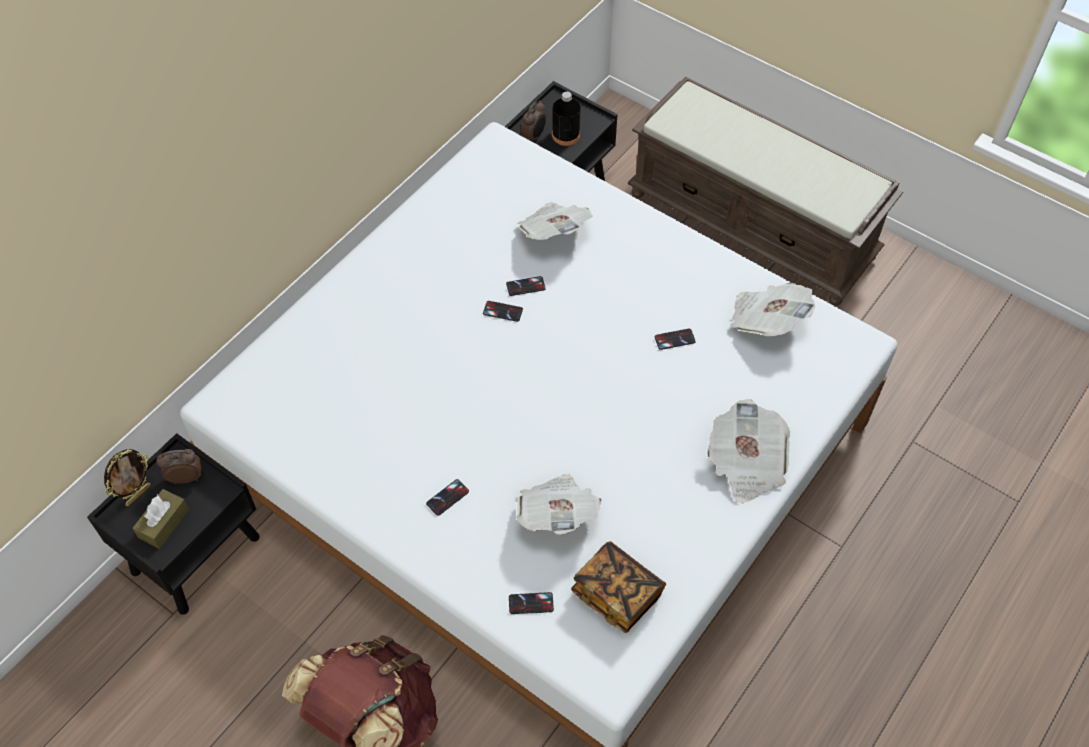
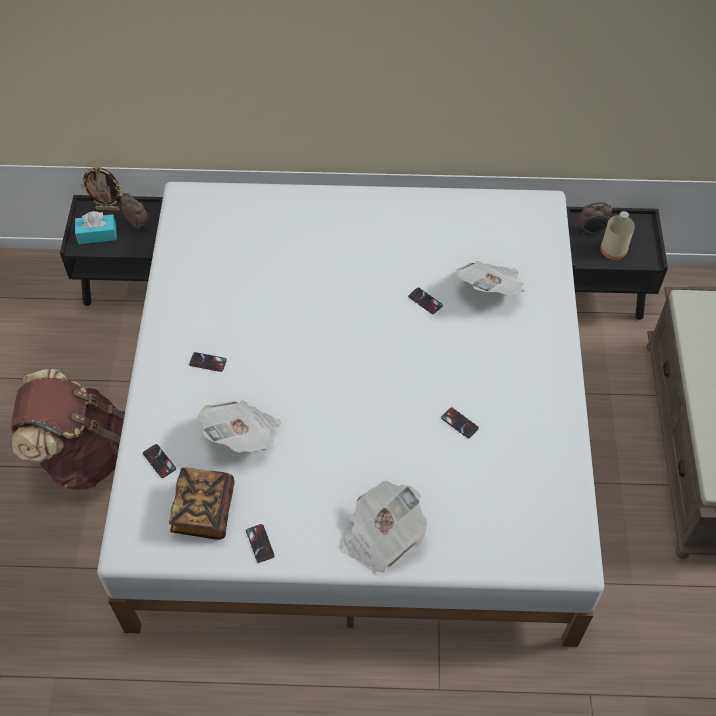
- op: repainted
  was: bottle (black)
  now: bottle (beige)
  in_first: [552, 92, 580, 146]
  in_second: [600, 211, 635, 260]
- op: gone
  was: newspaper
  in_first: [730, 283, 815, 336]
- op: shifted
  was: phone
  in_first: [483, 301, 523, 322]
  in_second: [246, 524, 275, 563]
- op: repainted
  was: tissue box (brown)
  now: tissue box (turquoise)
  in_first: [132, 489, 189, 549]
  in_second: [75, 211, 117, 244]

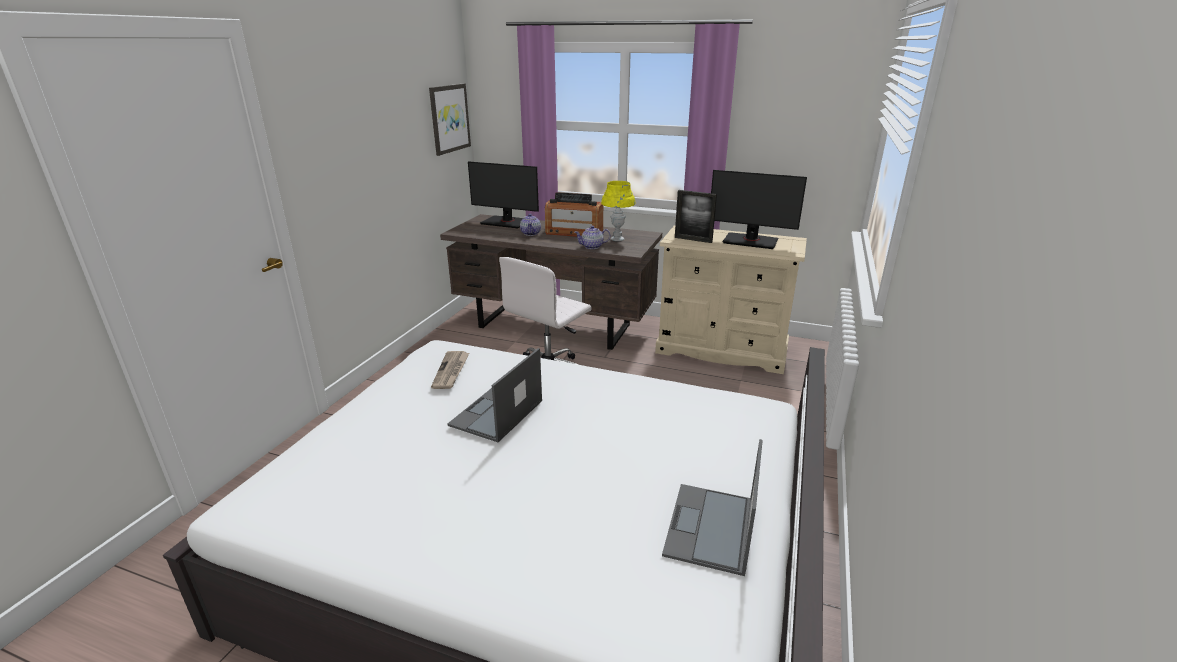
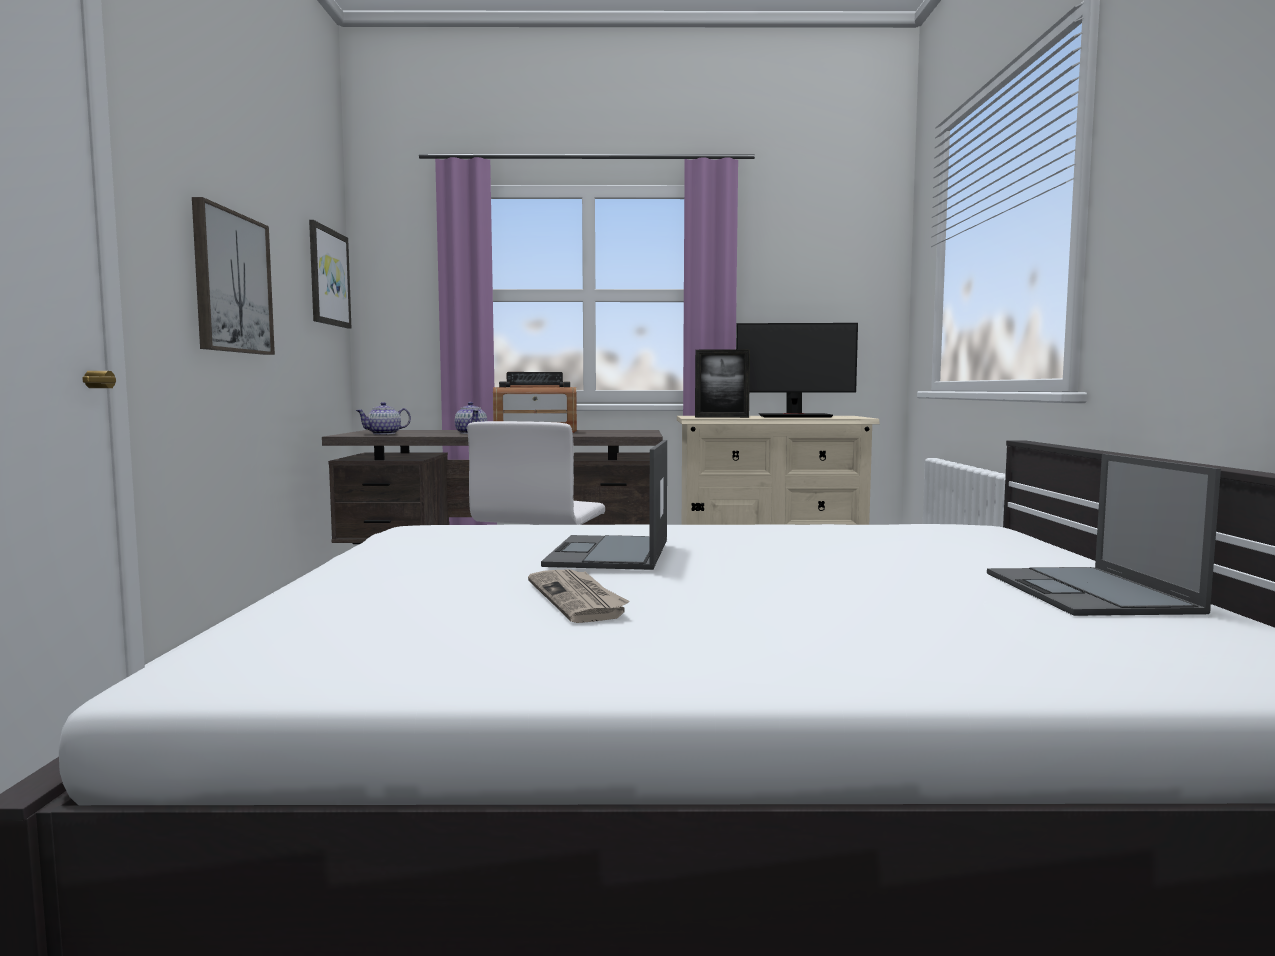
- op: gone
  was: monitor
  in_first: [468, 161, 539, 228]
- op: gone
  was: table lamp (yellow)
  in_first: [601, 181, 635, 241]
- op: shifted
  was: teapot
  in_first: [574, 226, 610, 249]
  in_second: [356, 402, 411, 435]
- op: shifted
  was: newspaper
  in_first: [431, 351, 469, 389]
  in_second: [528, 569, 630, 623]
- op: new
  now: picture
  in_second: [192, 197, 275, 355]

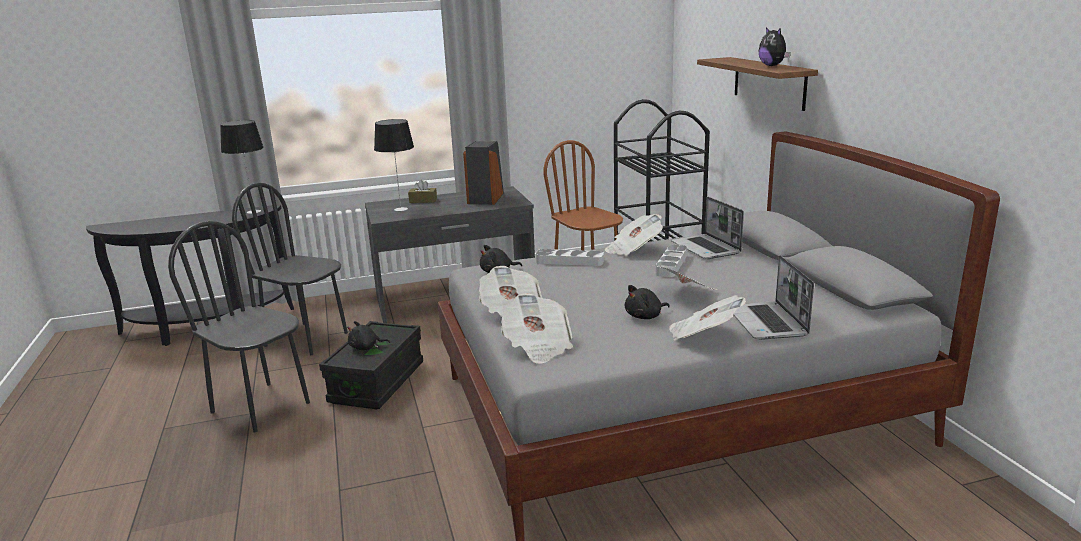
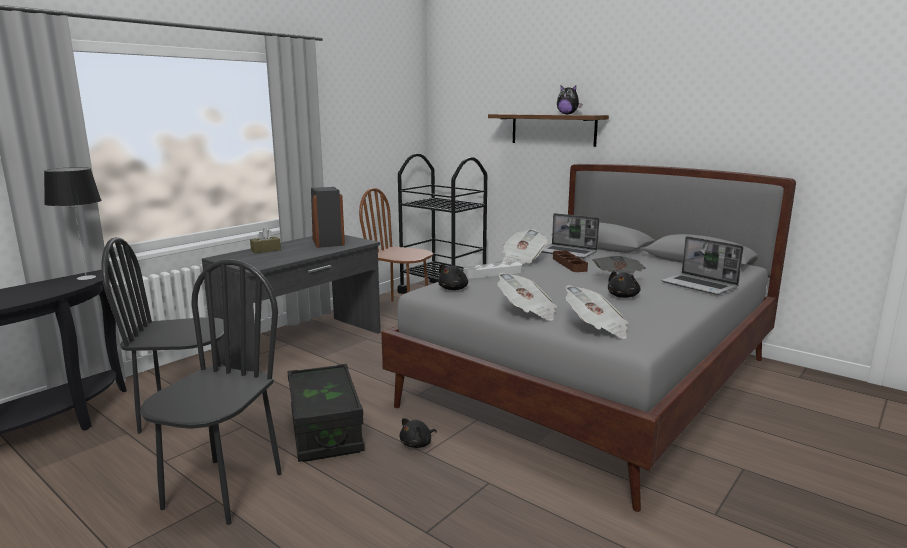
- op: gone
  was: table lamp
  in_first: [374, 119, 414, 211]
- op: rotated
  was: chair (black)
  in_first: [168, 221, 310, 433]
  in_second: [140, 259, 282, 525]
  clockwise: 105
- op: repainted
  was: tray (grey)
  now: tray (brown)
  in_first: [655, 244, 688, 277]
  in_second: [553, 250, 588, 272]
- op: gone
  was: newspaper
  in_first: [669, 295, 746, 341]
- op: shifted
  was: plush toy (black)
  in_first: [347, 321, 390, 350]
  in_second: [400, 418, 437, 448]

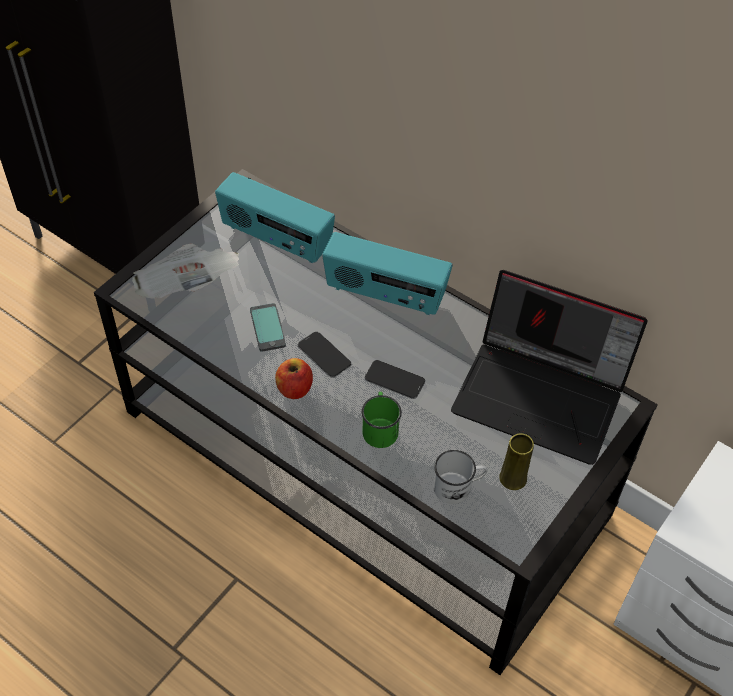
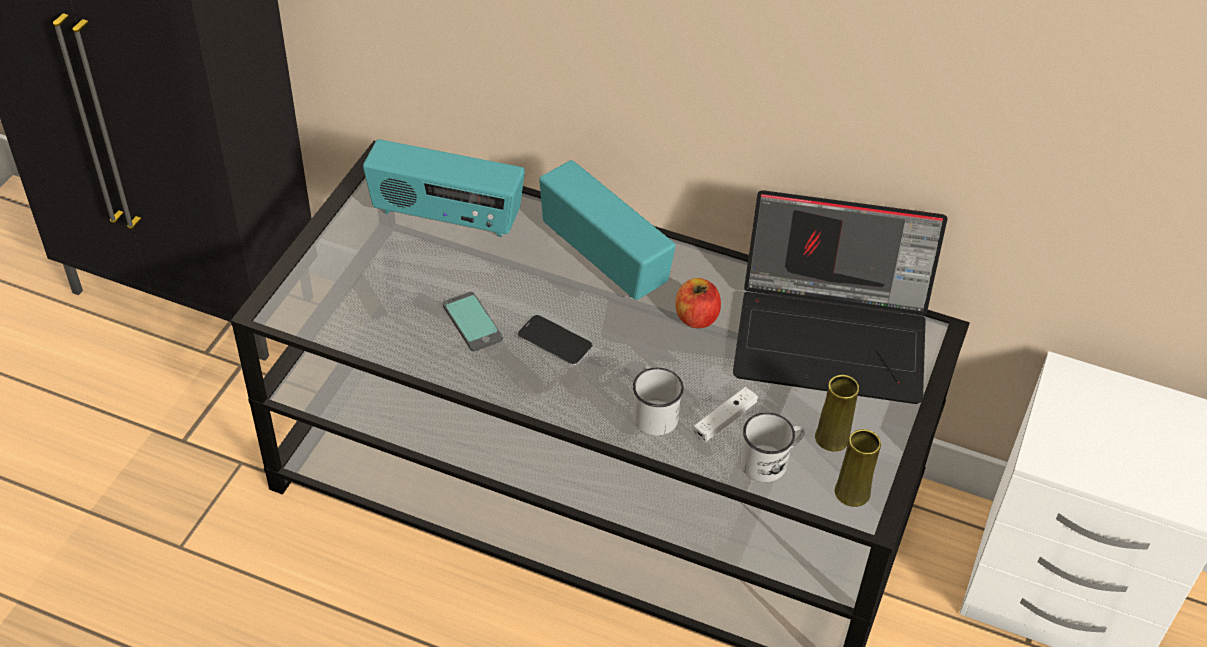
- op: rotated
  was: radio
  in_first: [322, 232, 453, 315]
  in_second: [539, 160, 676, 300]
  clockwise: -135
- op: gone
  was: newspaper
  in_first: [132, 243, 239, 299]
- op: shifted
  was: apple
  in_first: [275, 358, 313, 399]
  in_second: [675, 278, 721, 328]
- op: gone
  was: phone
  in_first: [365, 360, 425, 399]
- op: repainted
  was: mug (green)
  now: mug (white)
  in_first: [361, 392, 402, 448]
  in_second: [633, 366, 684, 436]
- op: new
  now: game controller (white)
  in_second: [694, 387, 758, 442]
- op: new
  now: vase (yellow)
  in_second: [835, 429, 881, 507]

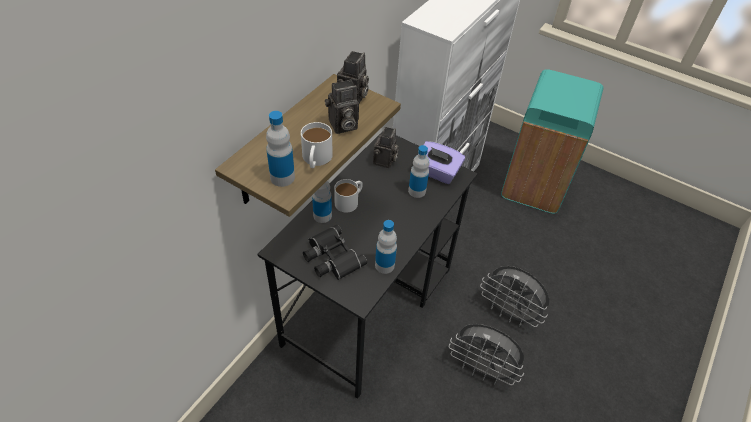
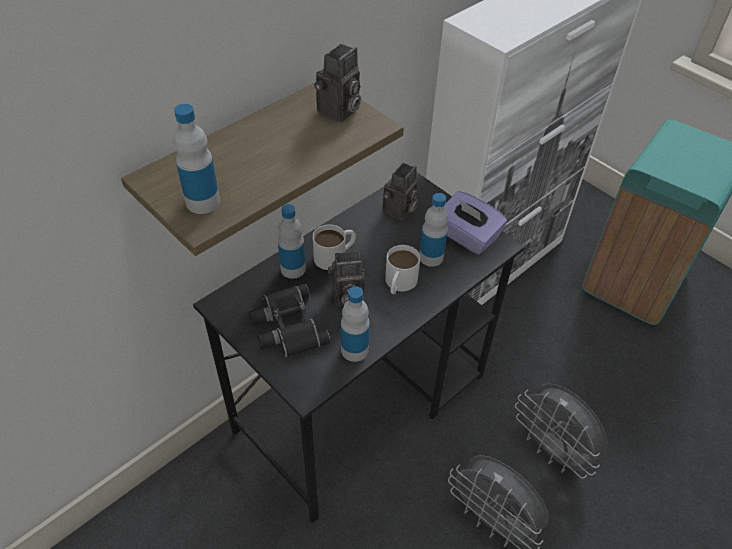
- op: shifted
  was: photo camera
  in_first: [325, 79, 359, 134]
  in_second: [328, 251, 365, 306]
- op: shifted
  was: mug (white)
  in_first: [301, 122, 333, 168]
  in_second: [385, 245, 420, 294]

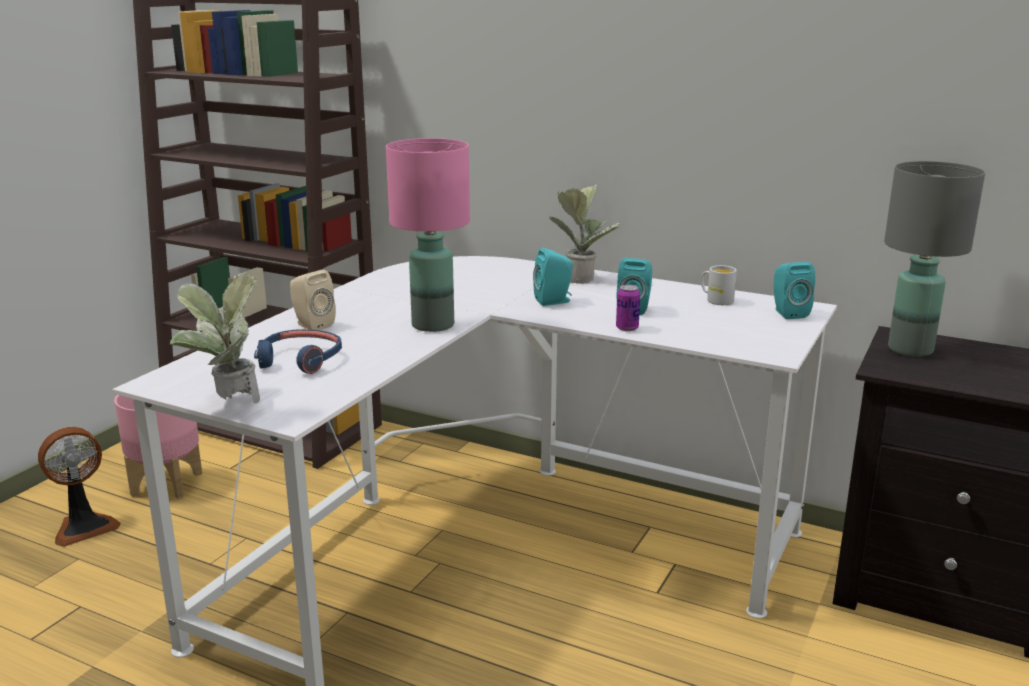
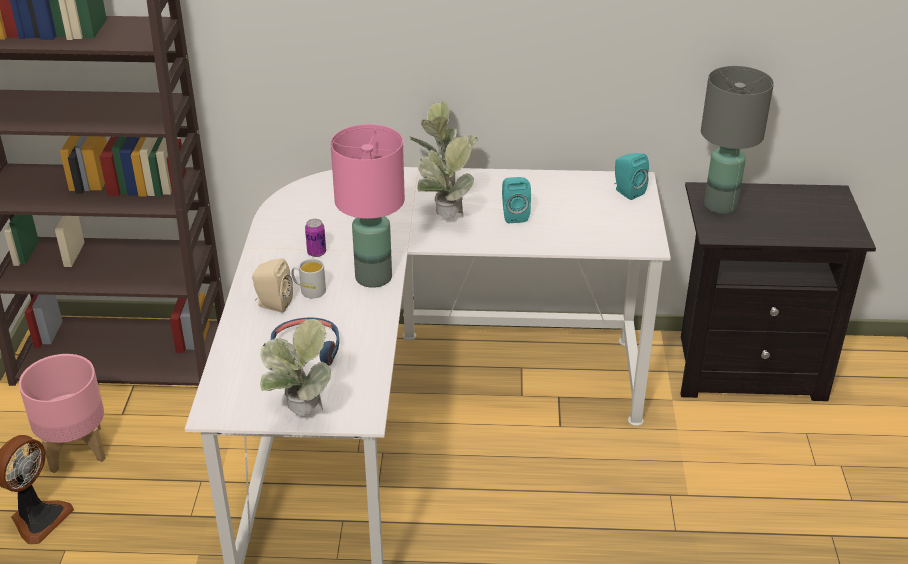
- op: swapped
  was: speaker (turquoise)
  now: potted plant
  in_first: [533, 247, 573, 306]
  in_second: [417, 137, 474, 219]
- op: shifted
  was: mug (white)
  in_first: [701, 265, 737, 305]
  in_second: [291, 259, 326, 298]
- op: shifted
  was: can
  in_first: [616, 284, 640, 331]
  in_second: [305, 219, 326, 257]

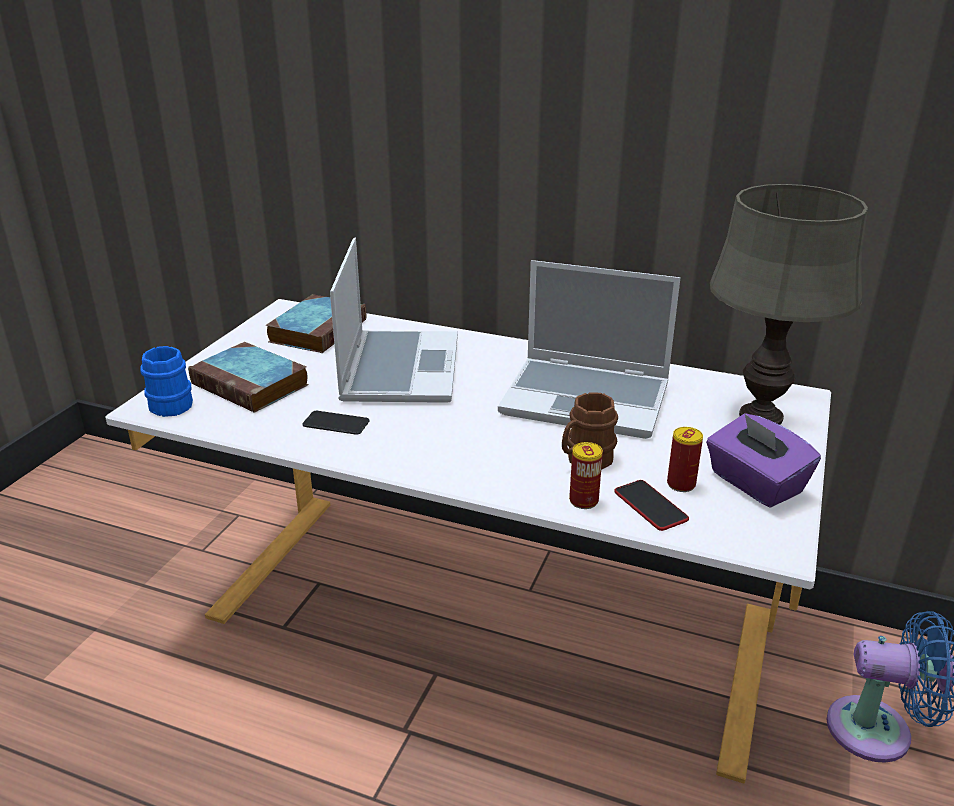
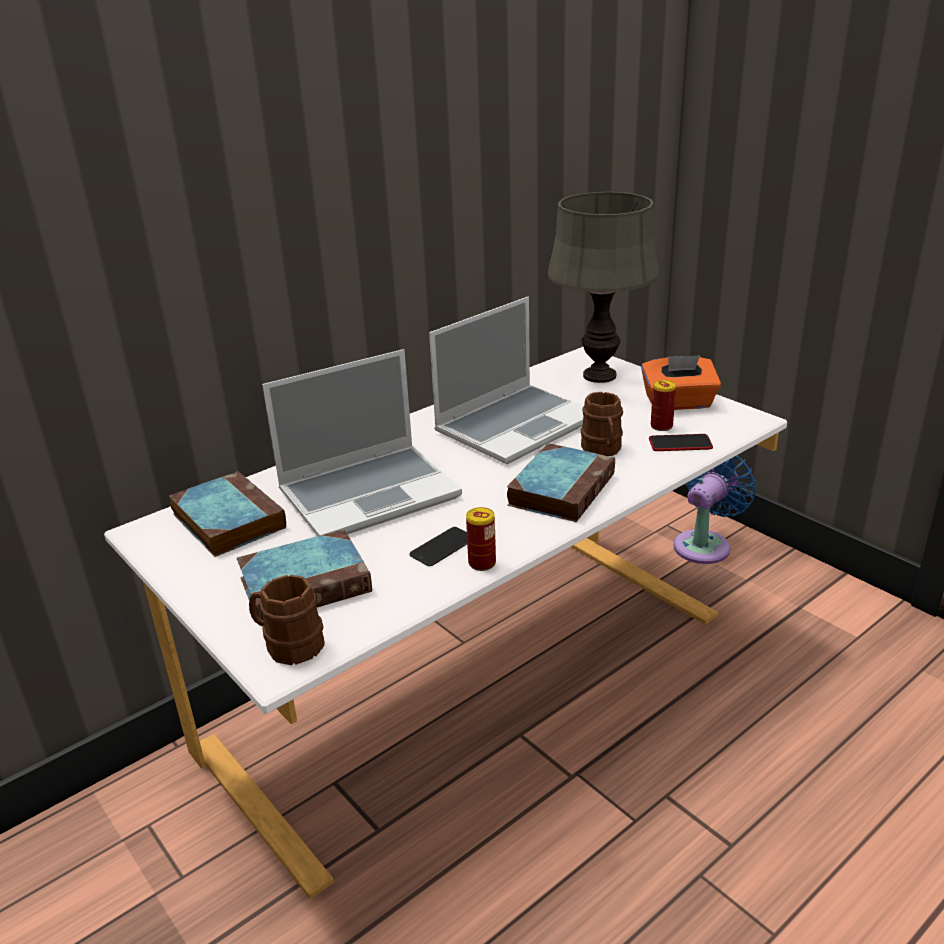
- op: rotated
  was: laptop
  in_first: [330, 238, 458, 403]
  in_second: [262, 349, 462, 536]
  clockwise: 120
- op: repainted
  was: mug (blue)
  now: mug (brown)
  in_first: [140, 346, 193, 417]
  in_second: [249, 575, 325, 665]
- op: repainted
  was: tissue box (purple)
  now: tissue box (orange)
  in_first: [706, 413, 821, 508]
  in_second: [641, 355, 721, 410]
- op: shifted
  was: can
  in_first: [569, 442, 603, 509]
  in_second: [466, 507, 496, 571]
- op: new
  now: book
  in_second: [507, 443, 615, 522]

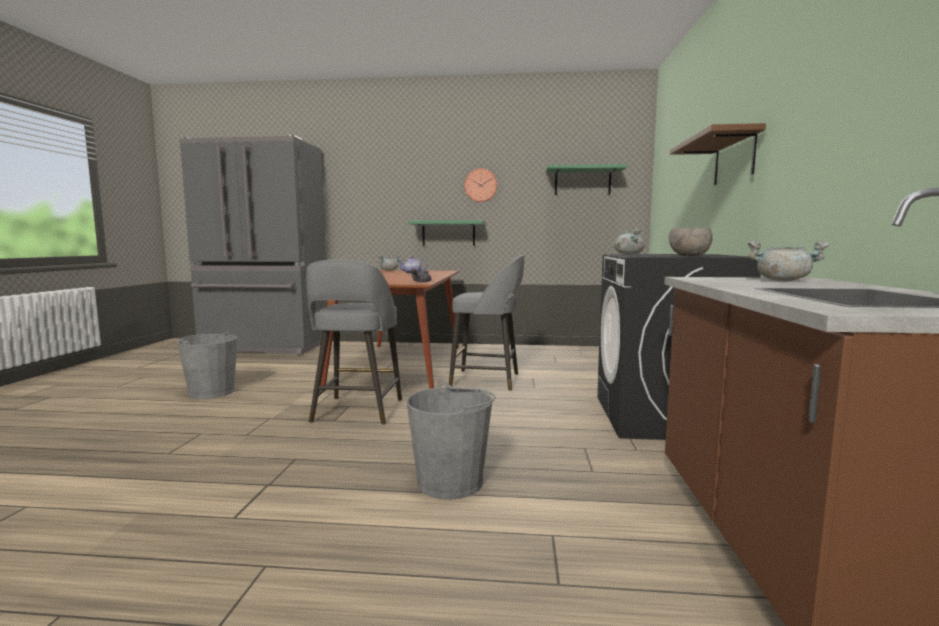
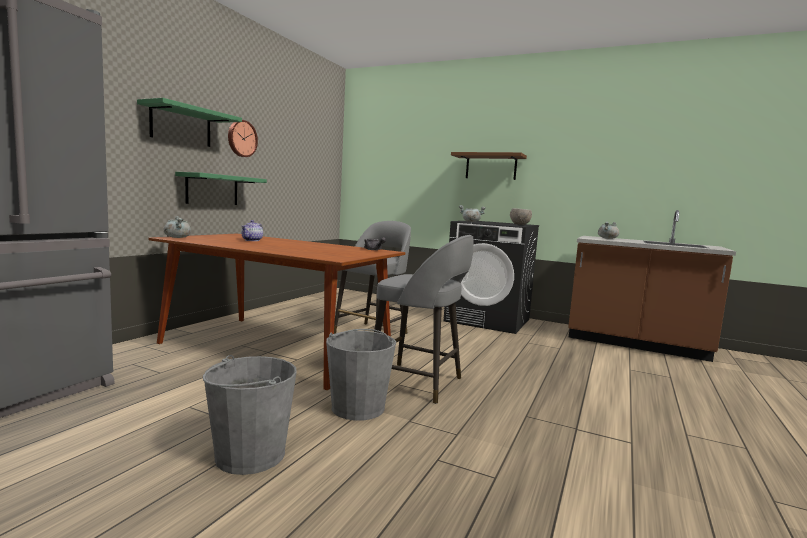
- op: shifted
  was: shelf (green)
  in_first: [546, 164, 627, 195]
  in_second: [137, 98, 242, 147]
- op: shifted
  was: bucket (grey)
  in_first: [406, 383, 496, 500]
  in_second: [326, 329, 396, 421]

